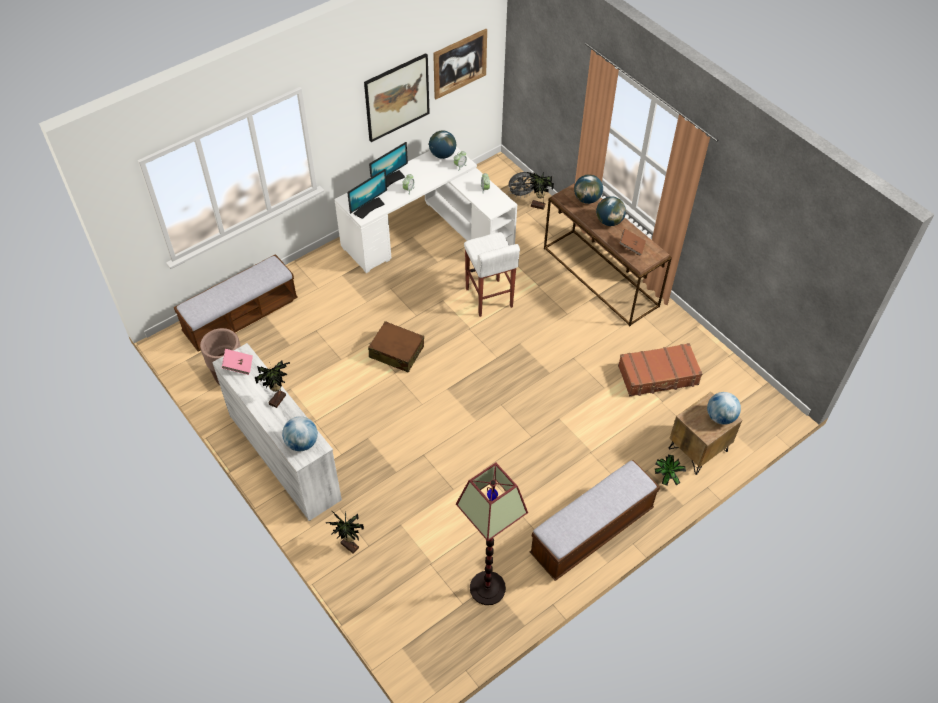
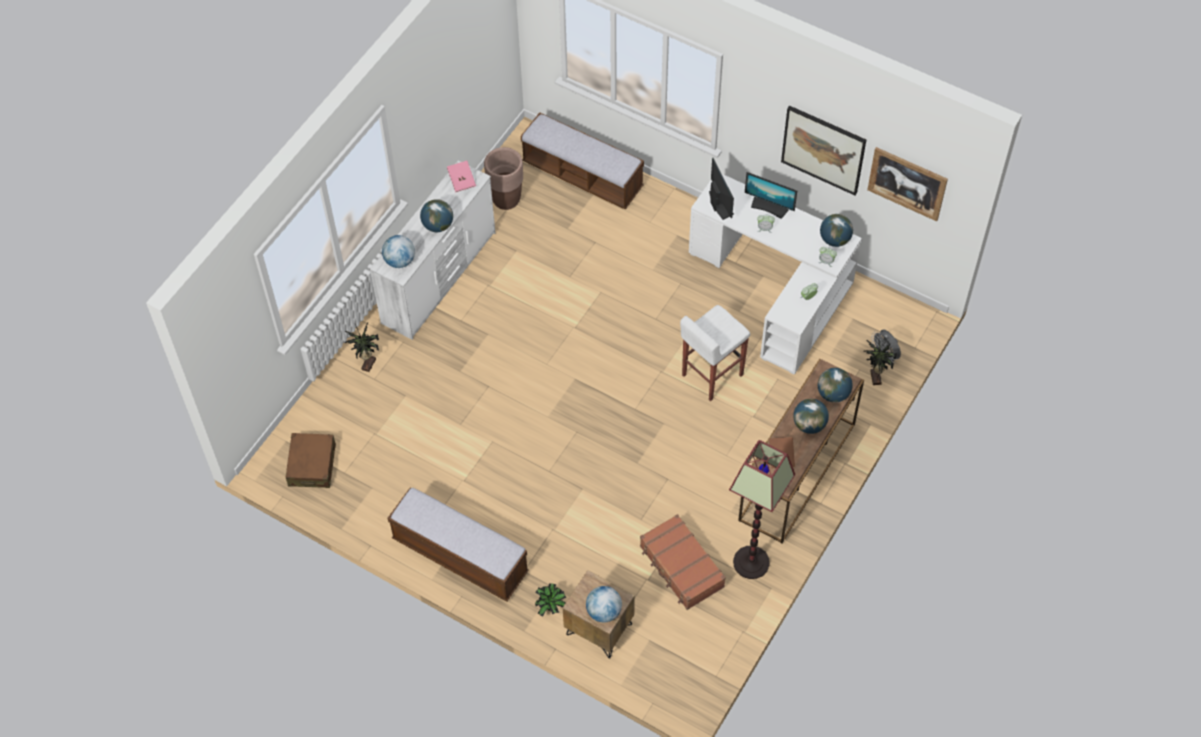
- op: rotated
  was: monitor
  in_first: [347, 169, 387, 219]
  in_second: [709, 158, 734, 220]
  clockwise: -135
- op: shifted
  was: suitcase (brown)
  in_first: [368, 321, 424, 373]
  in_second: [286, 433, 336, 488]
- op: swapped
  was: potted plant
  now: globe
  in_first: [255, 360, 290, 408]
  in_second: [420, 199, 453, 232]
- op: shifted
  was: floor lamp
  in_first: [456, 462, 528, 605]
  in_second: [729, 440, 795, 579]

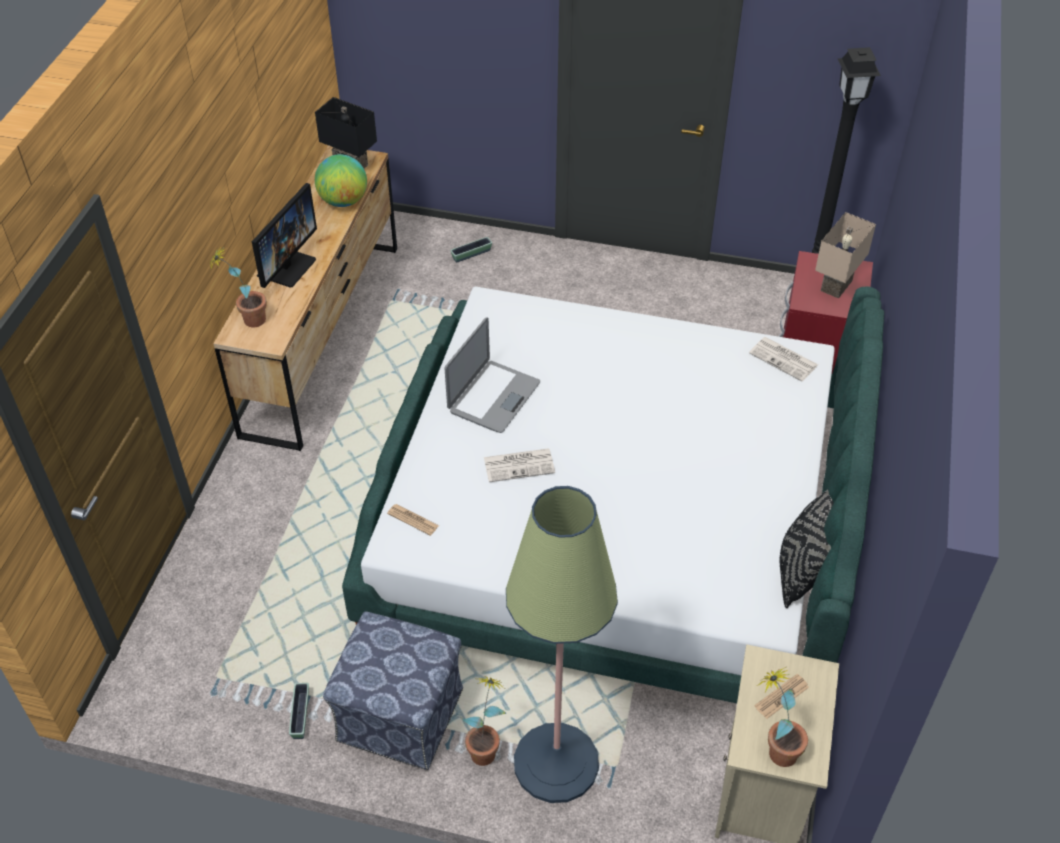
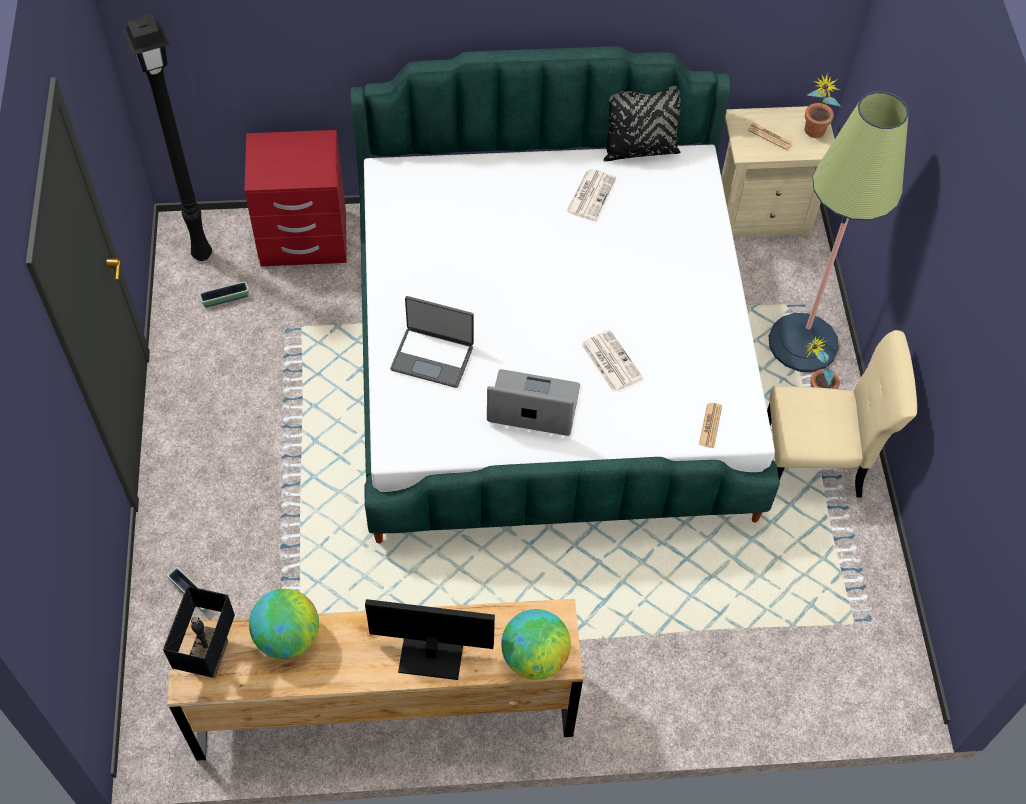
- op: gone
  was: table lamp (beige)
  in_first: [815, 212, 876, 298]
- op: swapped
  was: potted plant
  now: globe
  in_first: [210, 248, 267, 327]
  in_second: [501, 609, 571, 680]
- op: shifted
  was: newspaper
  in_first: [749, 337, 818, 382]
  in_second: [566, 169, 616, 221]
- op: swapped
  was: ottoman
  now: chair (beige)
  in_first: [323, 612, 463, 770]
  in_second: [767, 330, 917, 498]
- op: shifted
  was: planter
  in_first: [289, 683, 309, 739]
  in_second: [199, 281, 249, 307]
- op: new
  now: laptop
  in_second: [390, 296, 474, 388]

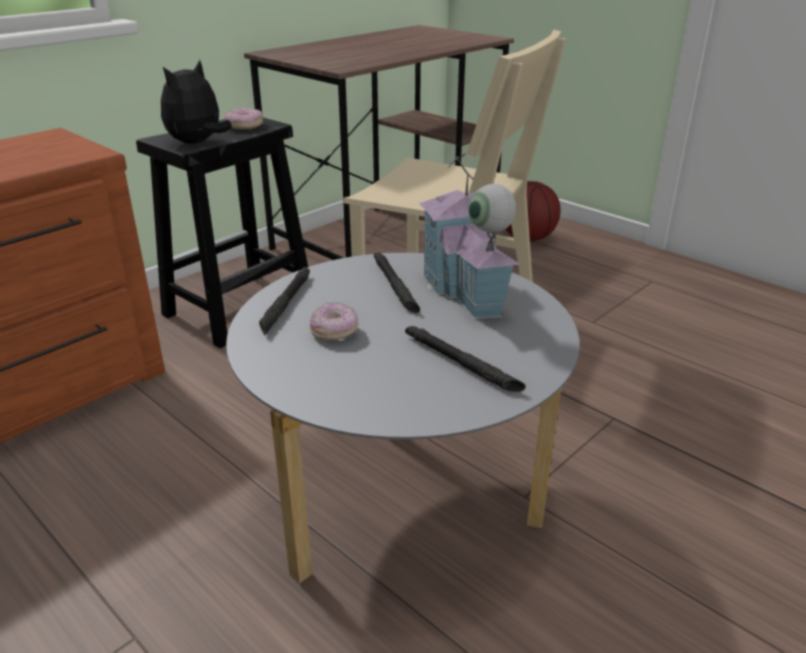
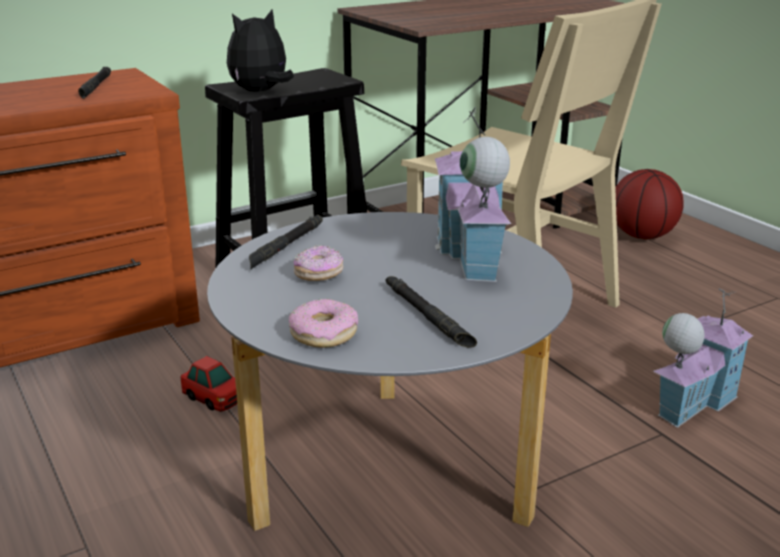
- op: shifted
  was: donut
  in_first: [224, 108, 263, 129]
  in_second: [289, 299, 358, 348]
- op: shifted
  was: flashlight (black)
  in_first: [374, 252, 420, 313]
  in_second: [78, 67, 111, 99]
- op: new
  now: toy house
  in_second: [653, 289, 753, 428]
- op: new
  now: toy car
  in_second: [180, 356, 237, 412]

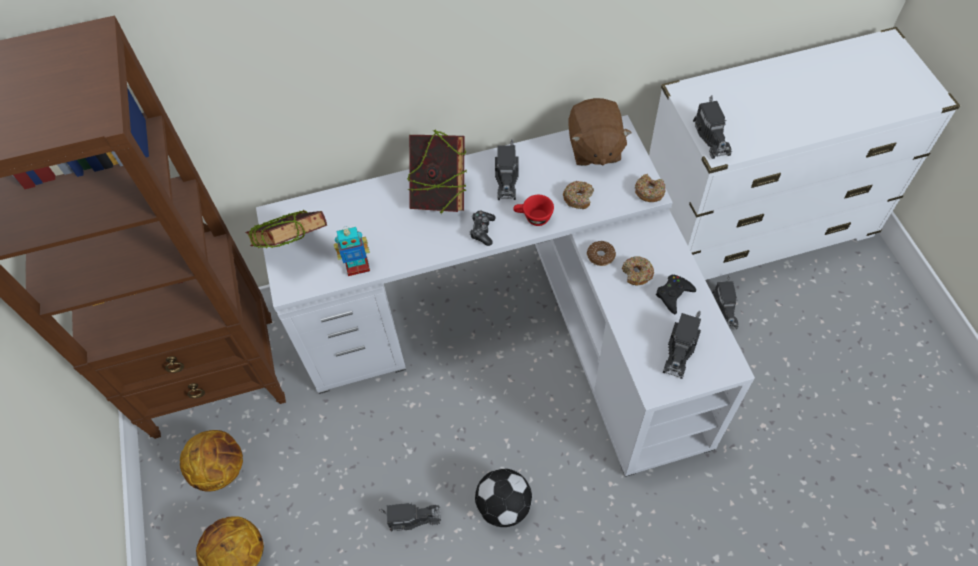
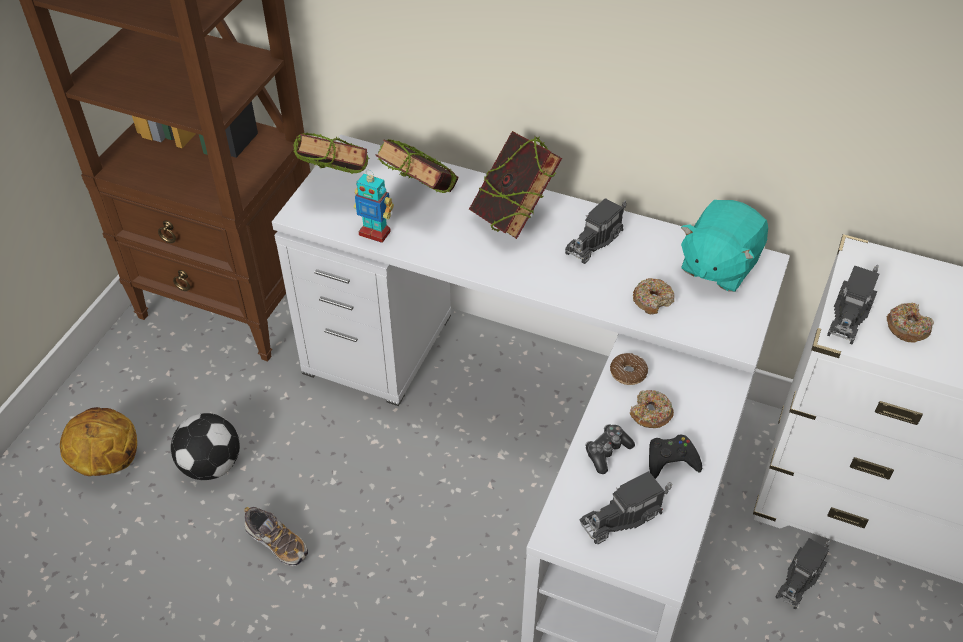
- op: repainted
  was: plush toy (brown)
  now: plush toy (turquoise)
  in_first: [568, 98, 632, 166]
  in_second: [681, 200, 768, 292]
- op: shifted
  was: donut
  in_first: [635, 174, 665, 202]
  in_second: [887, 303, 934, 343]
- op: gone
  was: cup (red)
  in_first: [513, 195, 554, 226]
- op: shifted
  was: game controller
  in_first: [470, 211, 495, 246]
  in_second: [585, 424, 635, 474]
- op: gone
  was: basketball
  in_first: [180, 430, 243, 491]
- op: shifted
  was: football
  in_first: [475, 468, 532, 527]
  in_second: [171, 413, 240, 480]
- op: swapped
  was: toy truck
  now: shoe
  in_first: [379, 503, 441, 532]
  in_second: [244, 507, 308, 567]
- op: new
  now: book
  in_second: [375, 139, 459, 193]

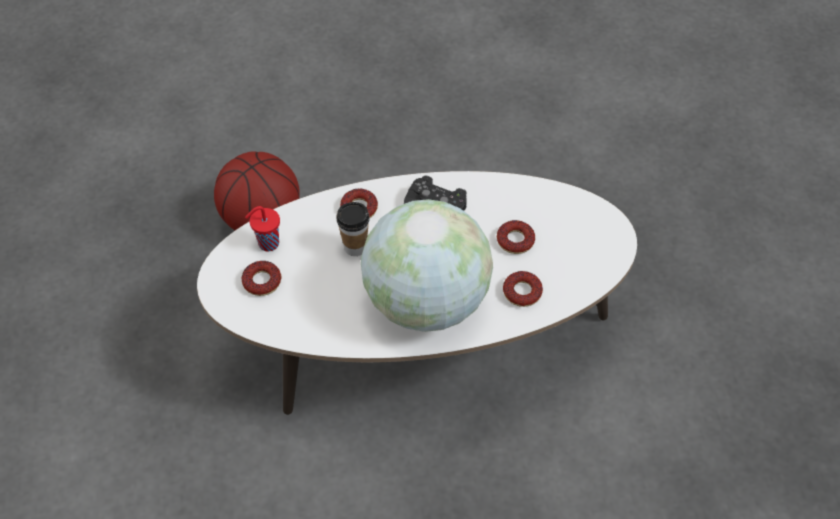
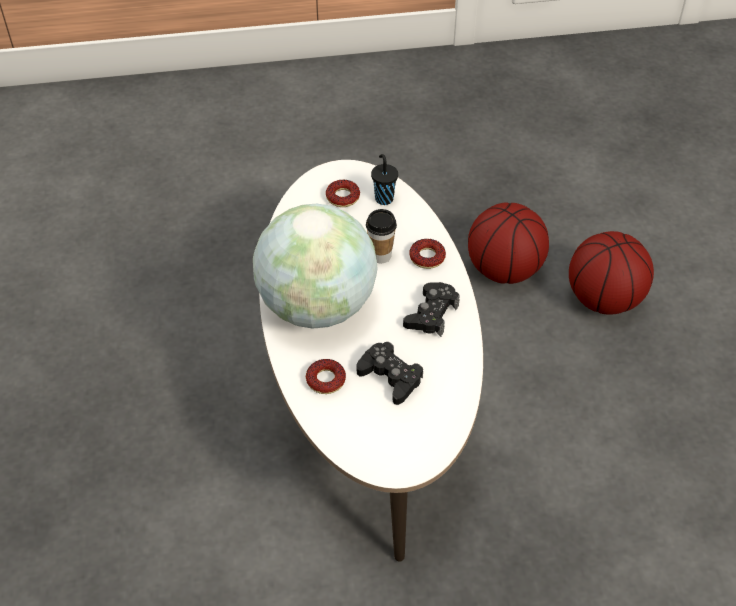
- op: repainted
  was: cup (red)
  now: cup (black)
  in_first: [245, 206, 280, 252]
  in_second: [371, 154, 398, 205]
- op: swapped
  was: donut
  now: game controller (black)
  in_first: [497, 220, 535, 254]
  in_second: [356, 342, 423, 405]
- op: new
  now: basketball
  in_second: [569, 231, 654, 315]

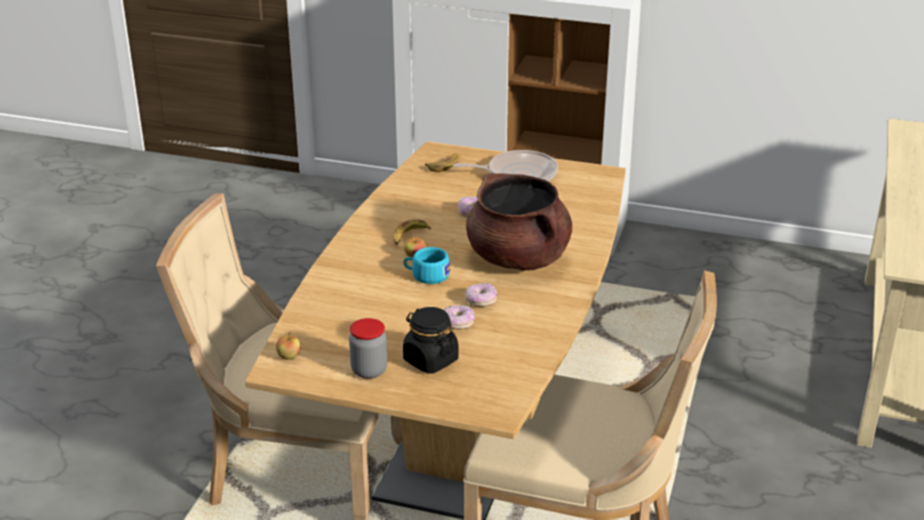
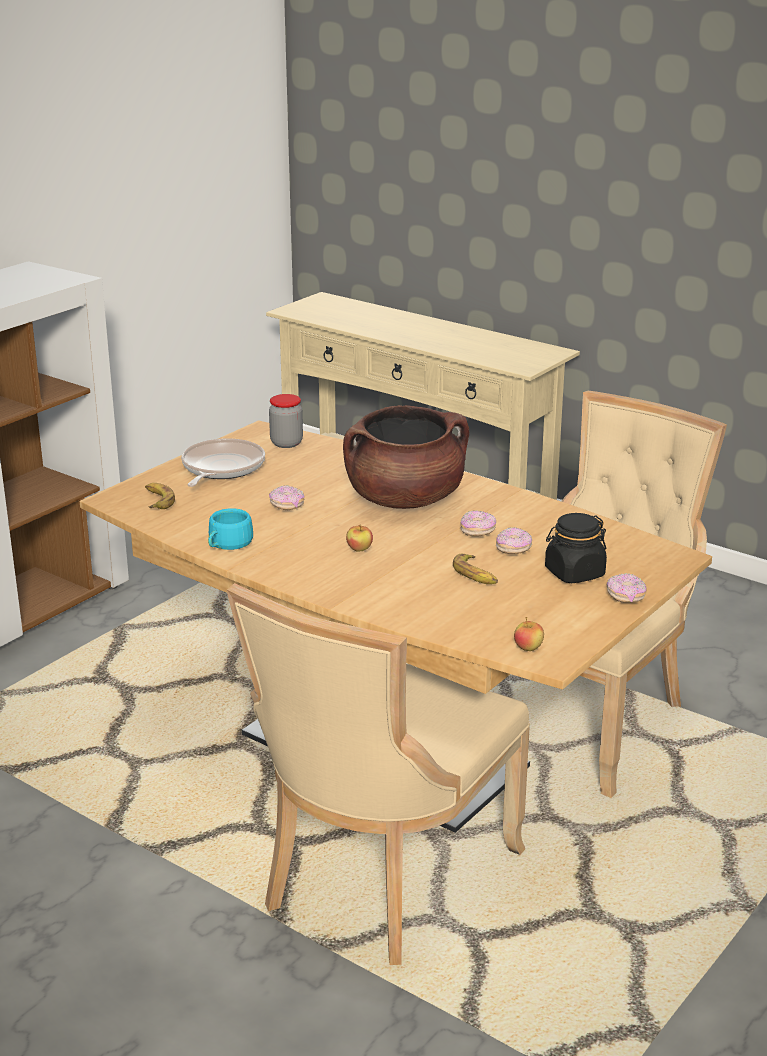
- op: shifted
  was: banana
  in_first: [393, 219, 431, 245]
  in_second: [453, 554, 498, 584]
- op: shifted
  was: cup (turquoise)
  in_first: [403, 247, 450, 284]
  in_second: [208, 508, 253, 550]
- op: shifted
  was: jar
  in_first: [349, 318, 387, 379]
  in_second: [269, 394, 303, 448]
- op: new
  now: donut
  in_second: [607, 573, 647, 603]

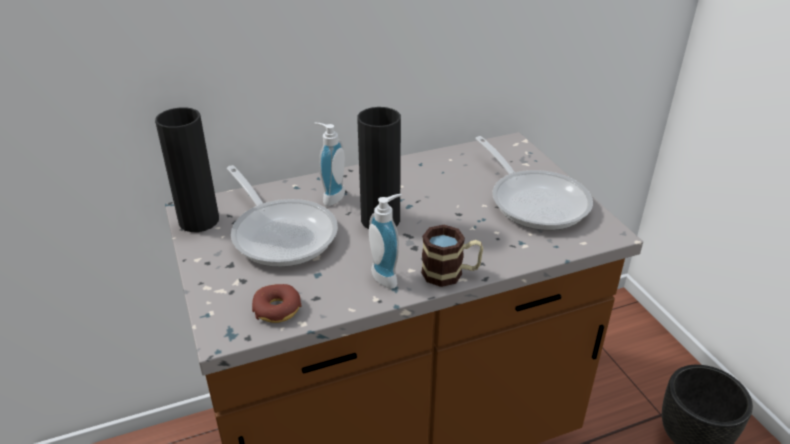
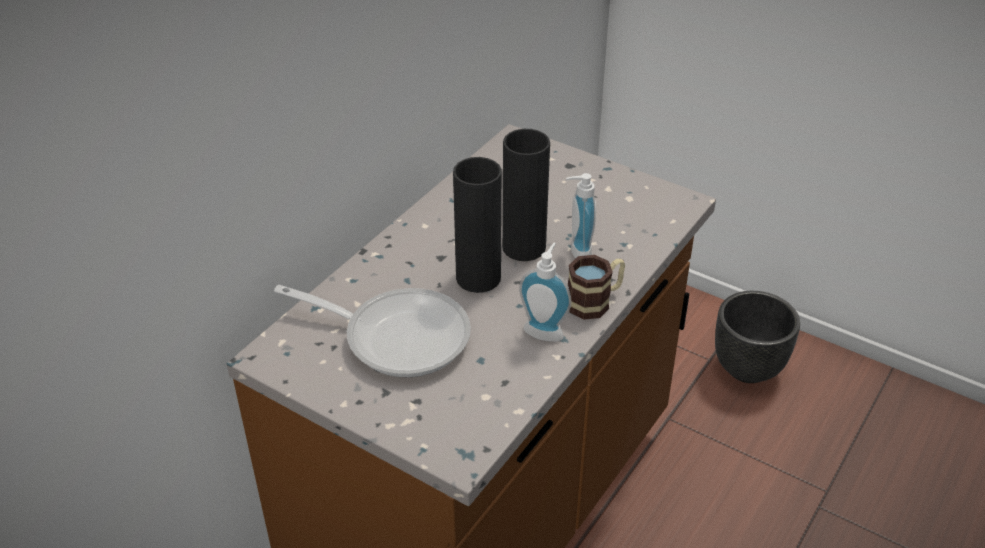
- op: shifted
  was: vase (black)
  in_first: [155, 107, 219, 232]
  in_second: [502, 129, 550, 261]
- op: shifted
  was: soap dispenser
  in_first: [314, 123, 345, 206]
  in_second: [566, 173, 596, 258]
- op: gone
  was: frying pan
  in_first: [475, 136, 593, 230]
- op: gone
  was: donut
  in_first: [252, 284, 302, 323]

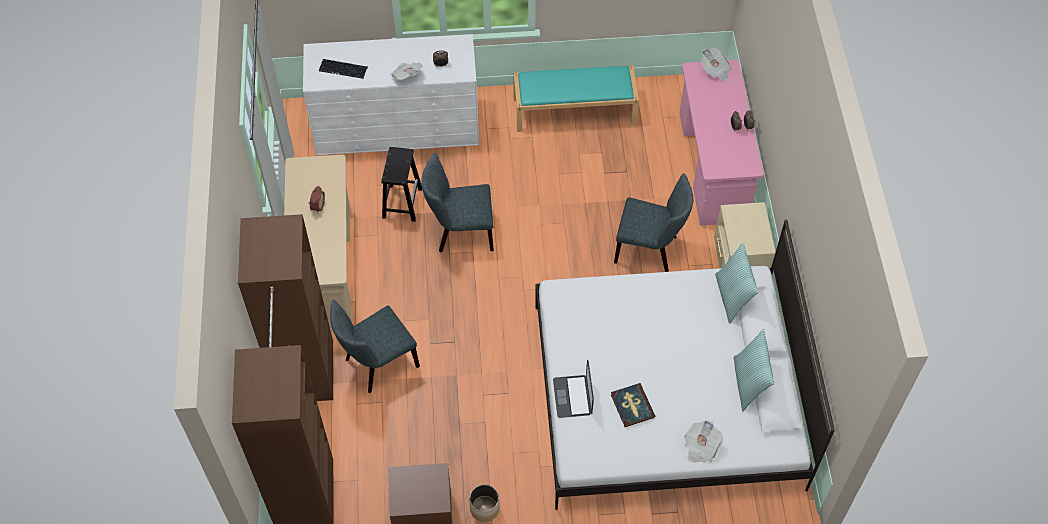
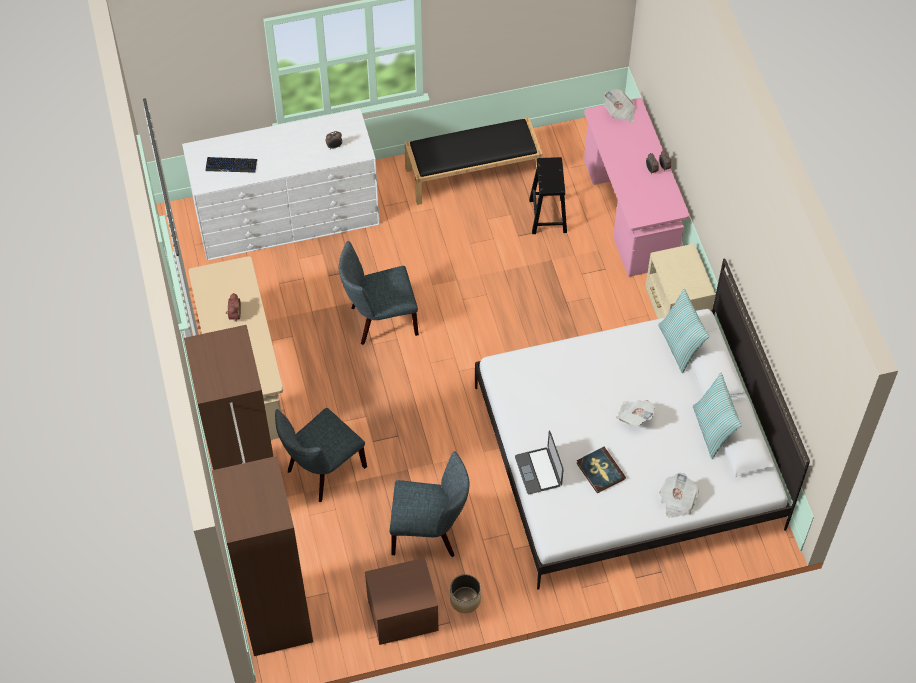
- op: shifted
  was: newspaper
  in_first: [390, 63, 423, 80]
  in_second: [616, 400, 656, 426]
- op: repainted
  was: bench (turquoise)
  now: bench (black)
  in_first: [514, 66, 639, 132]
  in_second: [405, 118, 543, 205]
- op: shifted
  was: stool (black)
  in_first: [381, 147, 422, 222]
  in_second: [529, 157, 567, 234]
- op: shifted
  was: chair (grey)
  in_first: [614, 173, 693, 272]
  in_second: [390, 451, 470, 557]

